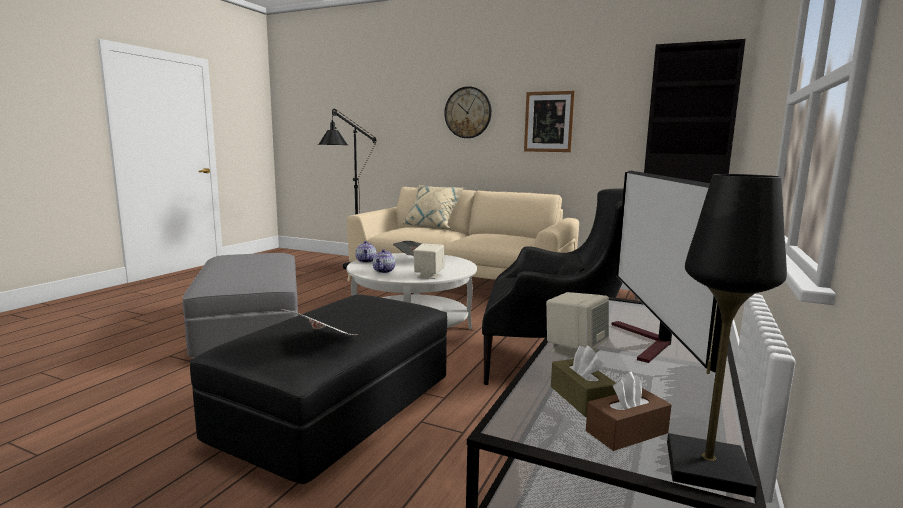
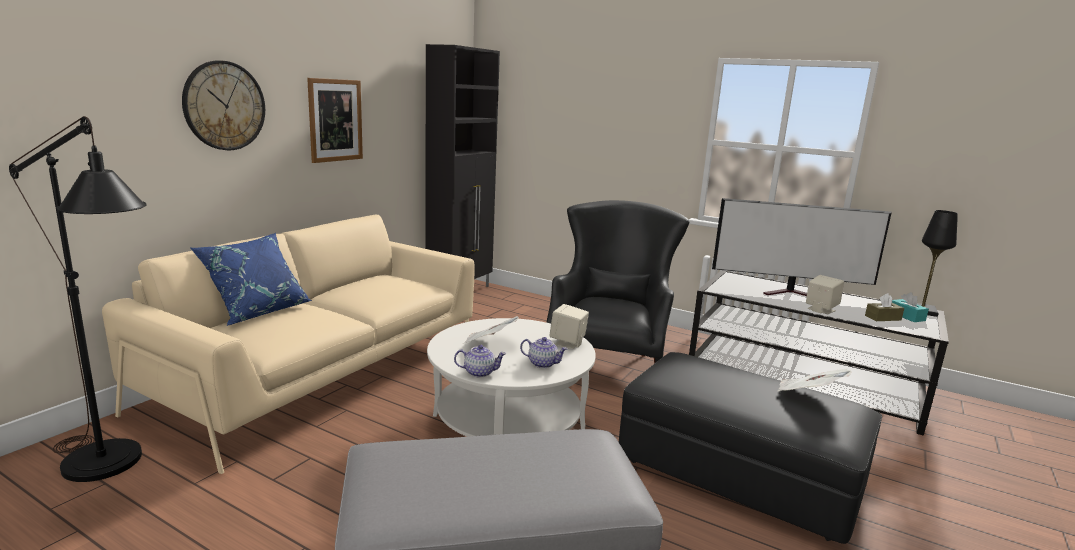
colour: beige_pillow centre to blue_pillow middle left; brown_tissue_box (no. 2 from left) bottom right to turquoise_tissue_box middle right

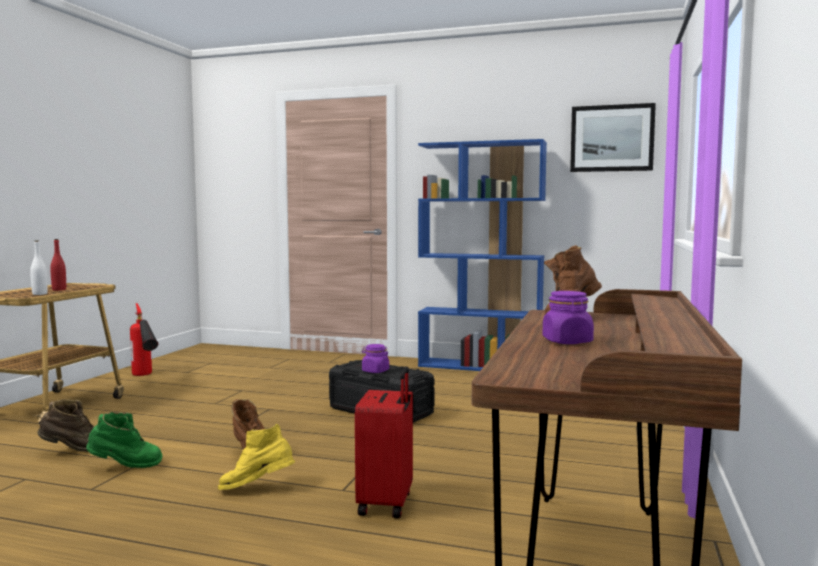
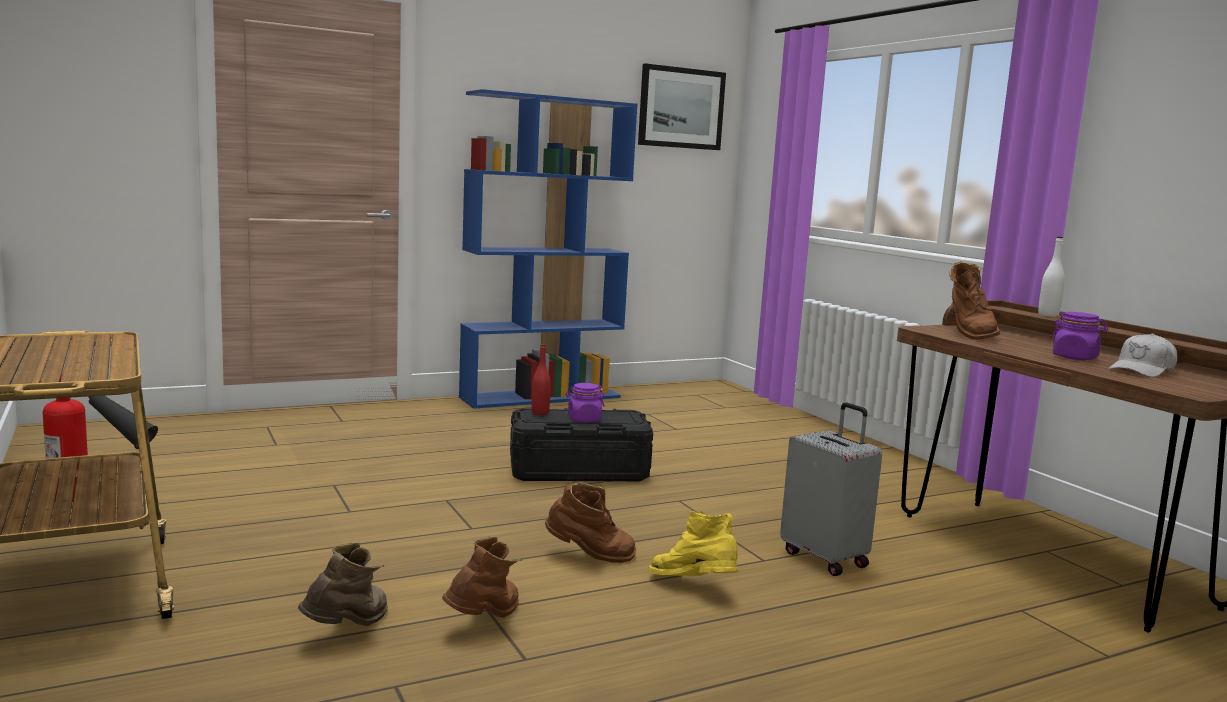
appeared: white_cap middle right
relocated: white_bottle middle left to middle right; red_bottle middle left to centre
colour: green_boot bottom left to brown_boot (no. 2 from left) bottom centre; red_suitcase bottom centre to grey_suitcase bottom right
spun: yellow_boot bottom left = bottom centre 90 degrees clockwise

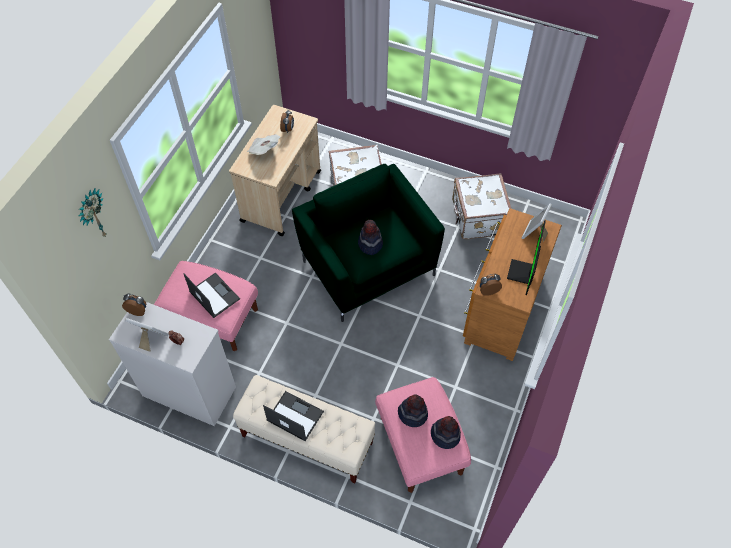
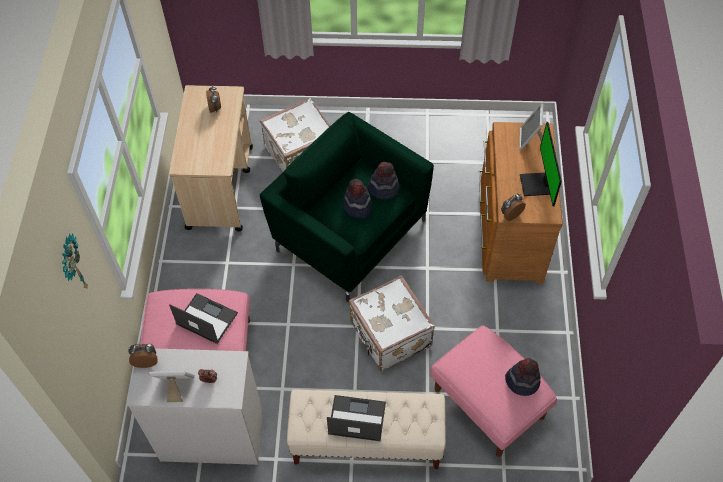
missing: newspaper top centre
relocated: hat (no. 2 from left) bottom centre to centre; white_suitcase (no. 2 from left) centre to bottom centre

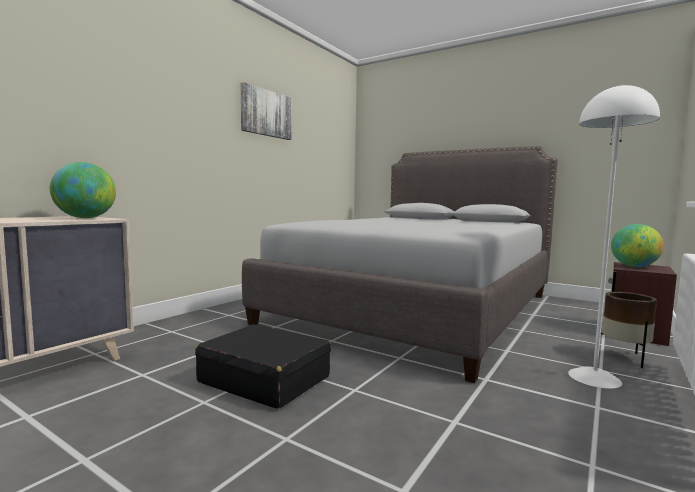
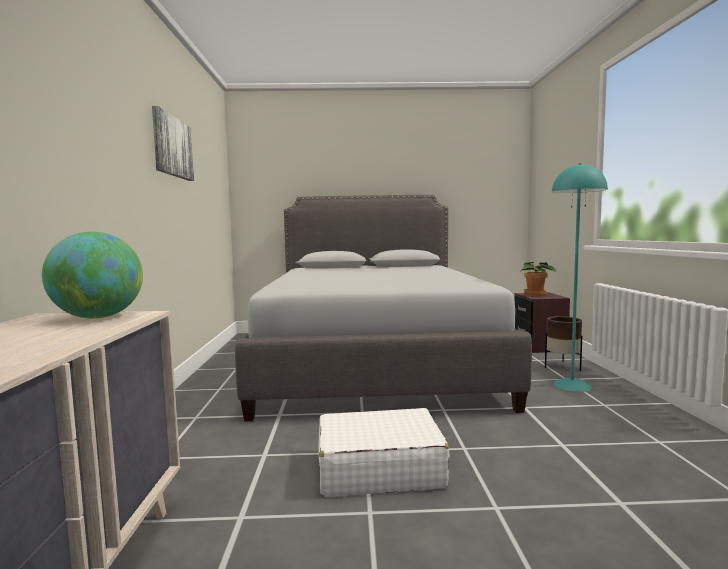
exchanged: globe (no. 2 from left) middle right to potted_plant middle right
colour: black_suitcase bottom centre to white_suitcase bottom centre; white_floor_lamp middle right to turquoise_floor_lamp middle right

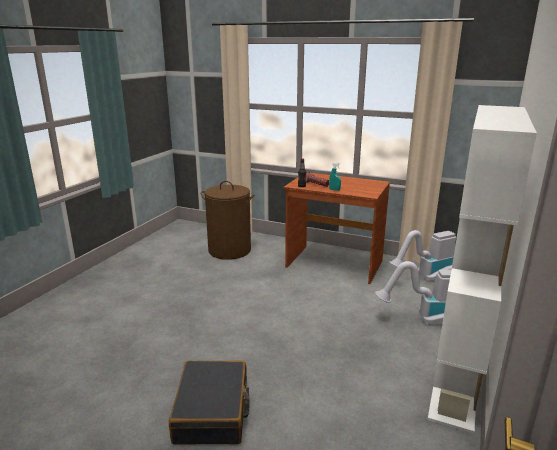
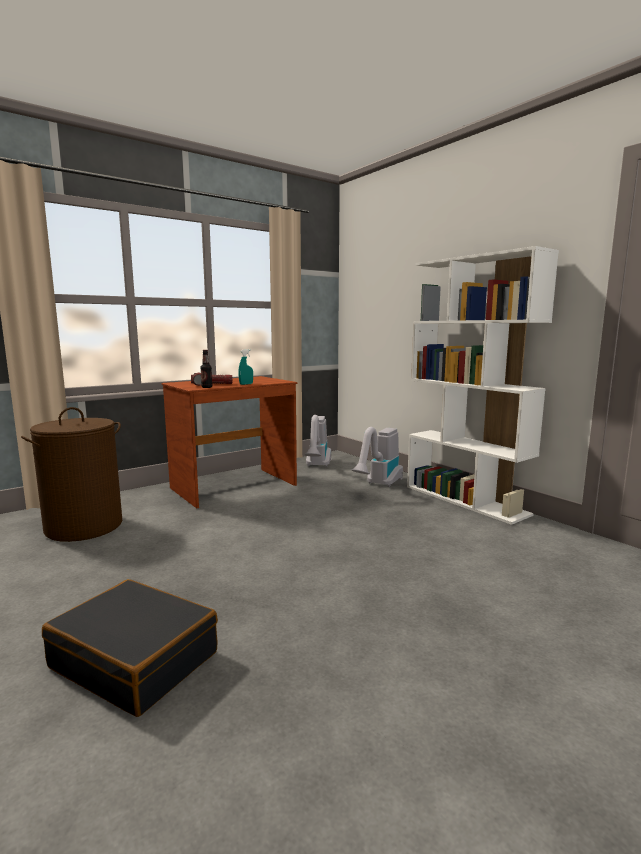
relocated: black_suitcase bottom centre to bottom left

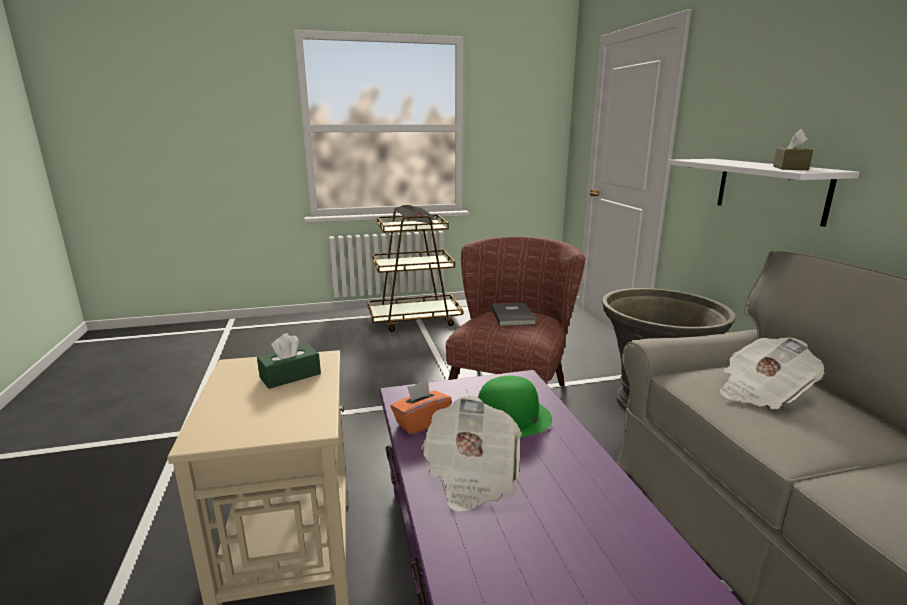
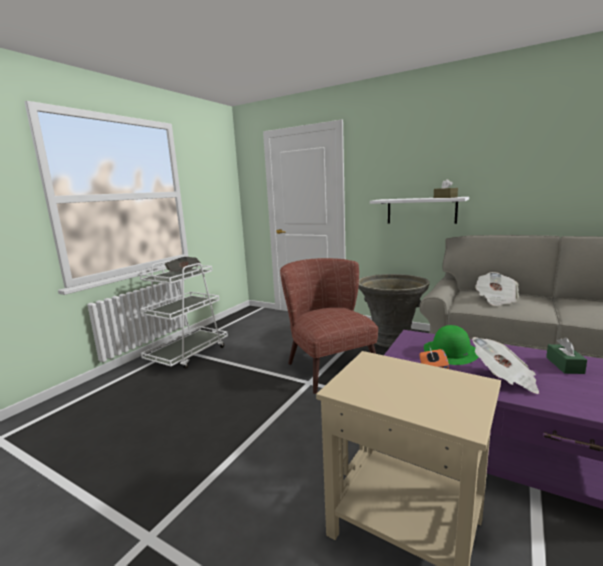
missing: grey_book centre
relocated: green_tissue_box middle left to middle right
colour: brown_cart centre to white_cart middle left

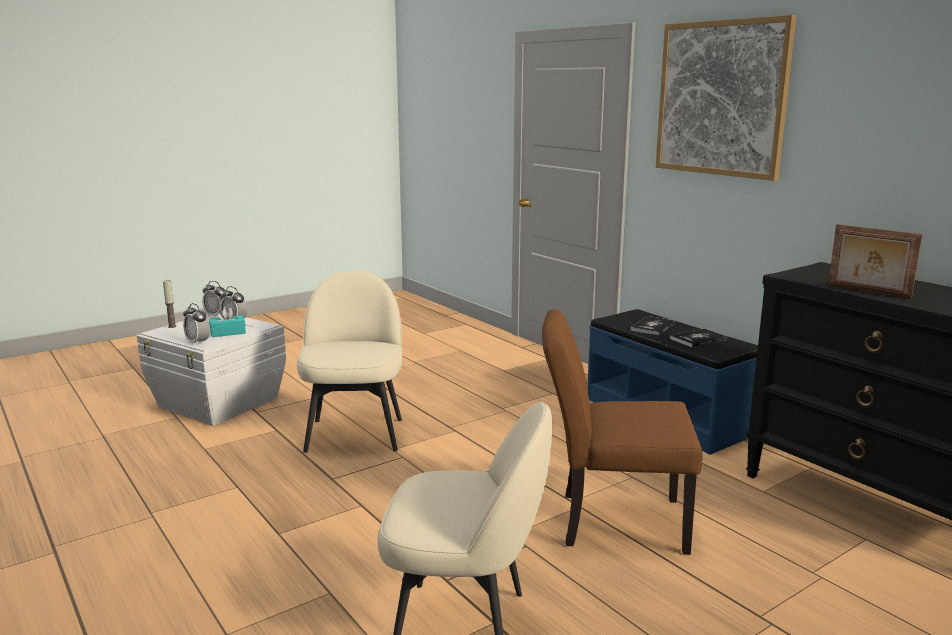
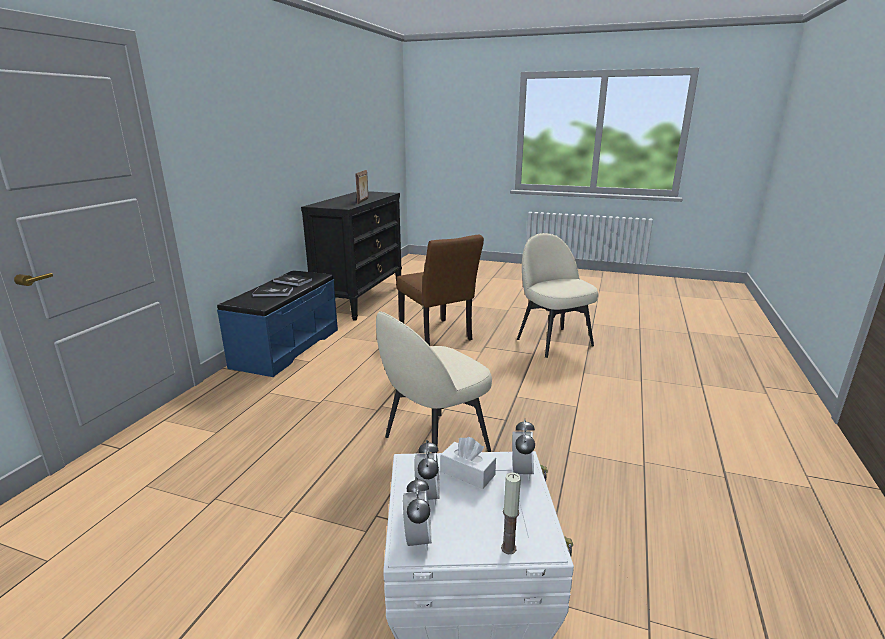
missing: picture top right
colour: turquoise_tissue_box middle left to white_tissue_box bottom centre

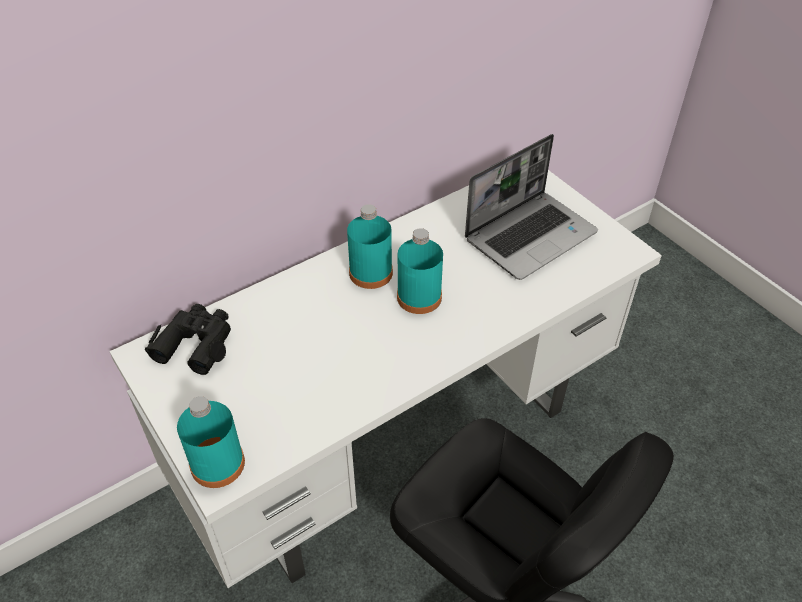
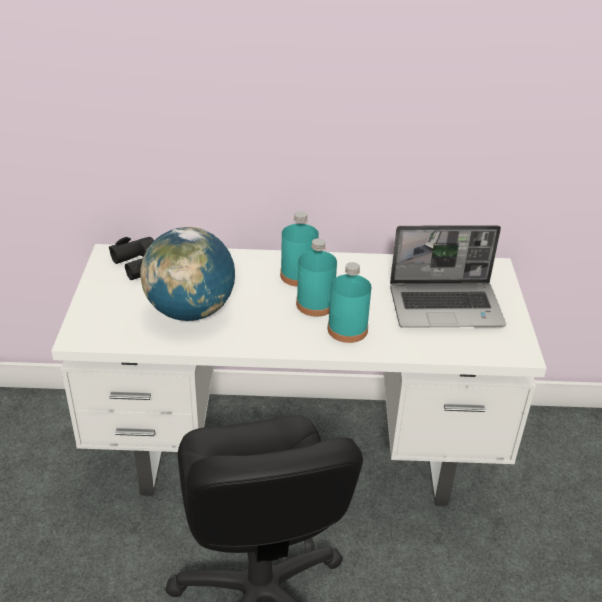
appeared: globe middle left
relocated: turquoise_bottle (no. 1 from left in the first image) bottom left to turquoise_bottle (no. 3 from left) centre

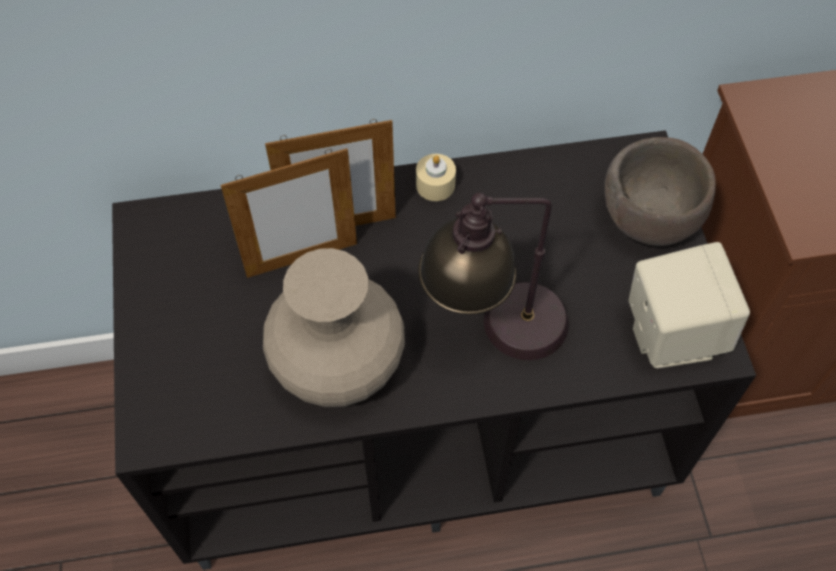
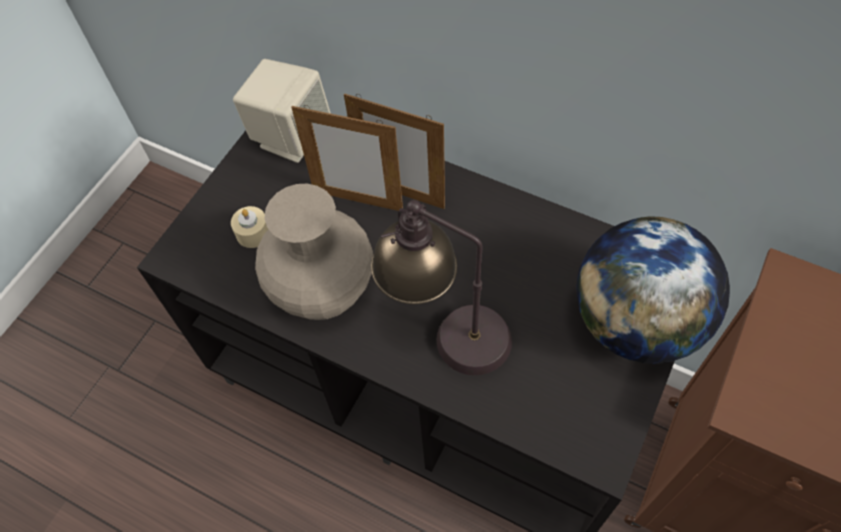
relocated: beige_candle top centre to middle left; beige_speaker middle right to top centre
exchanged: brown_bowl middle right to globe middle right

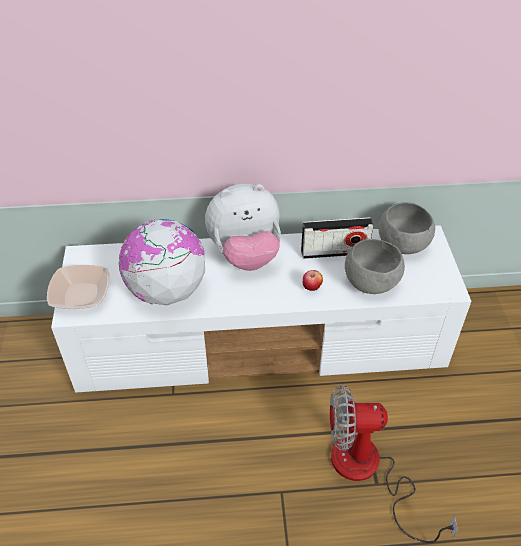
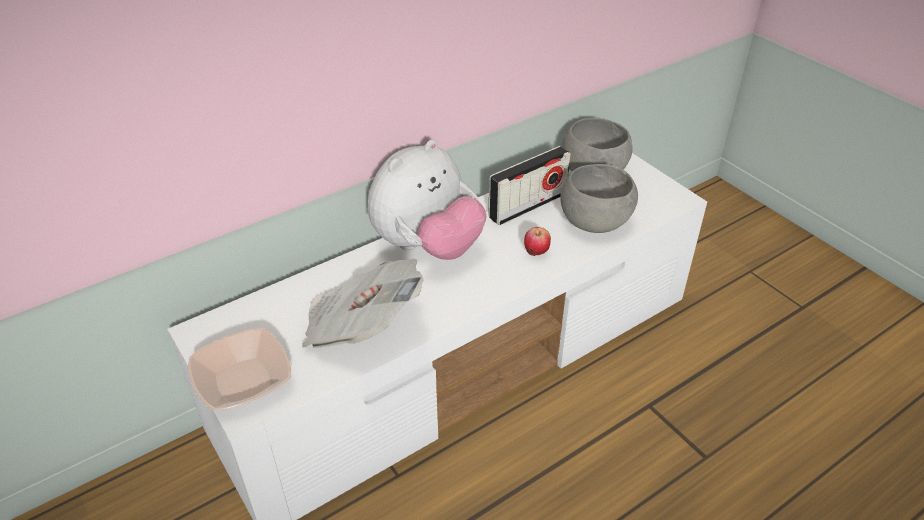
missing: fan bottom right
exchanged: globe middle left to newspaper centre

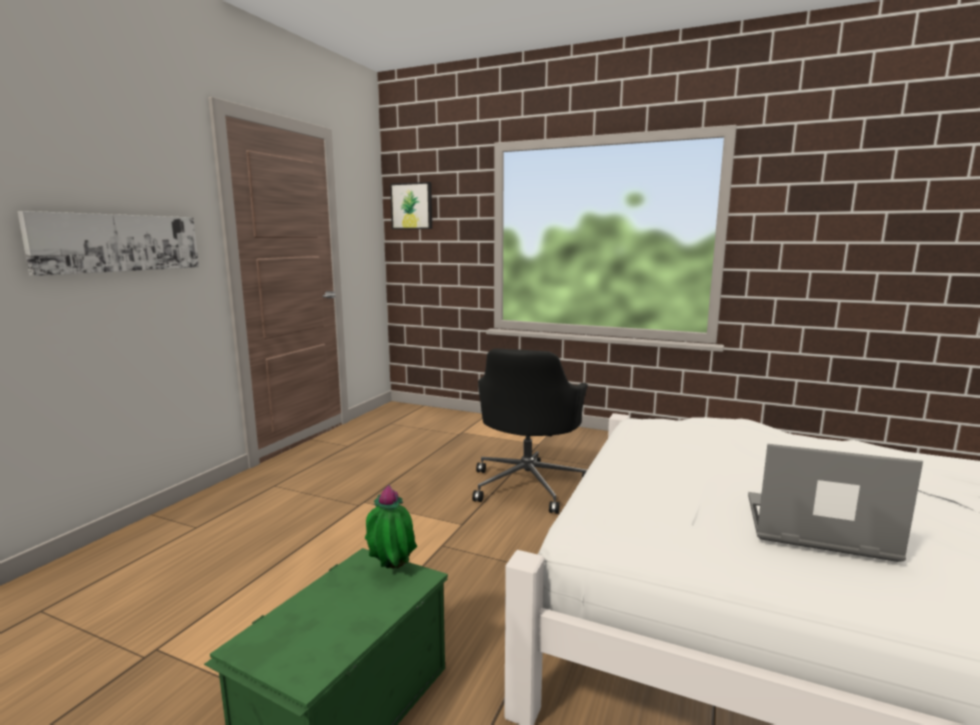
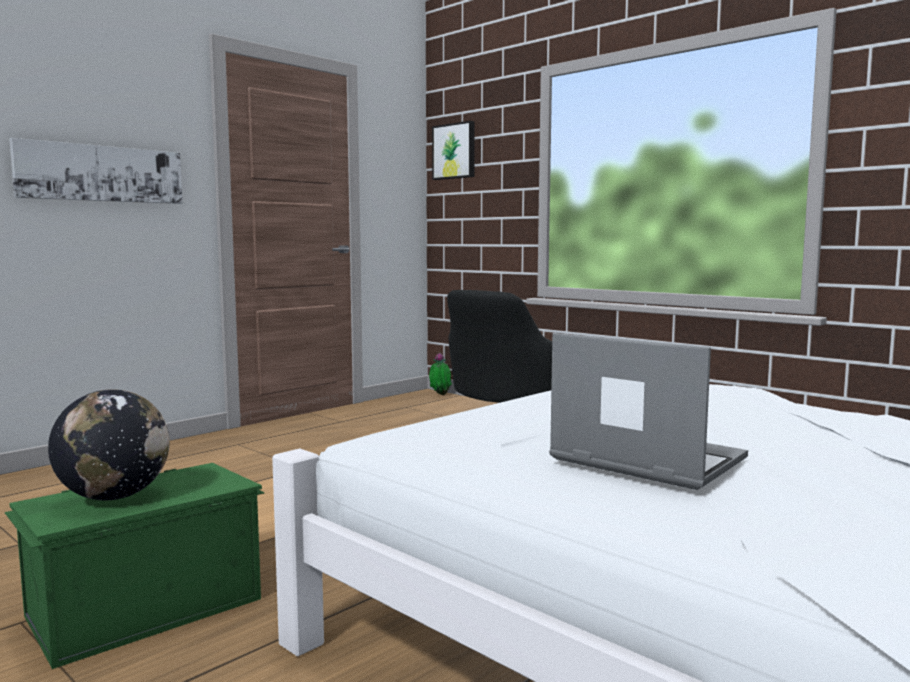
appeared: globe middle left
relocated: potted_plant bottom centre to centre

